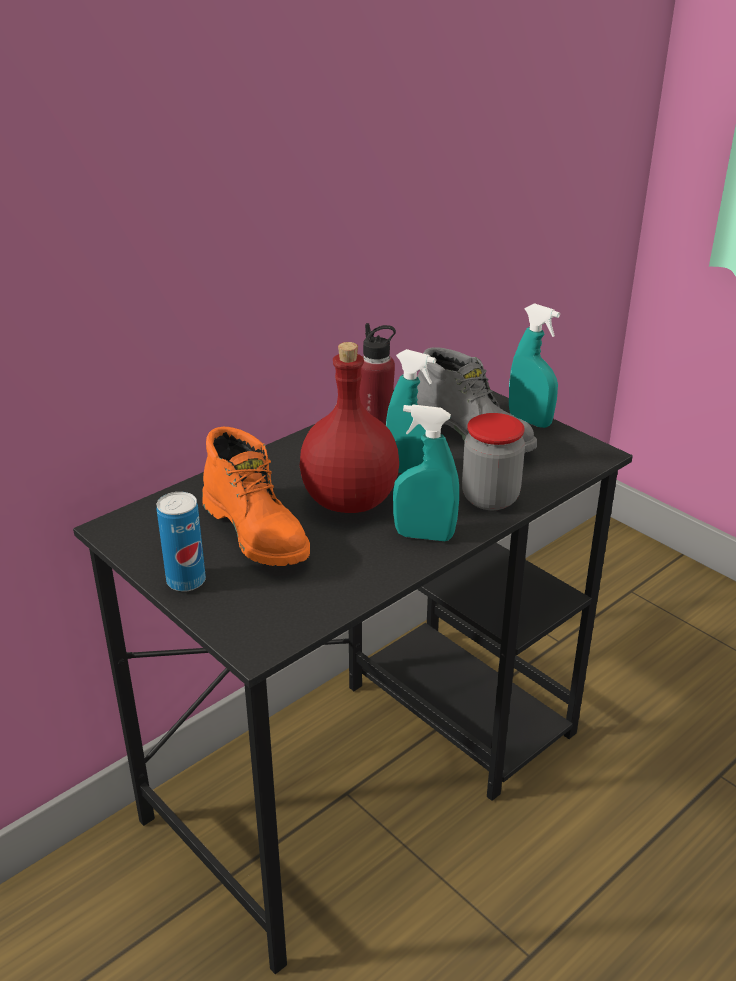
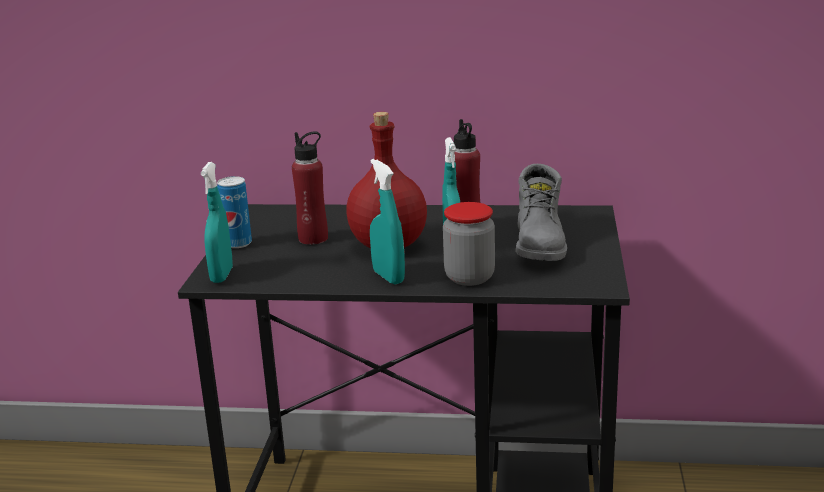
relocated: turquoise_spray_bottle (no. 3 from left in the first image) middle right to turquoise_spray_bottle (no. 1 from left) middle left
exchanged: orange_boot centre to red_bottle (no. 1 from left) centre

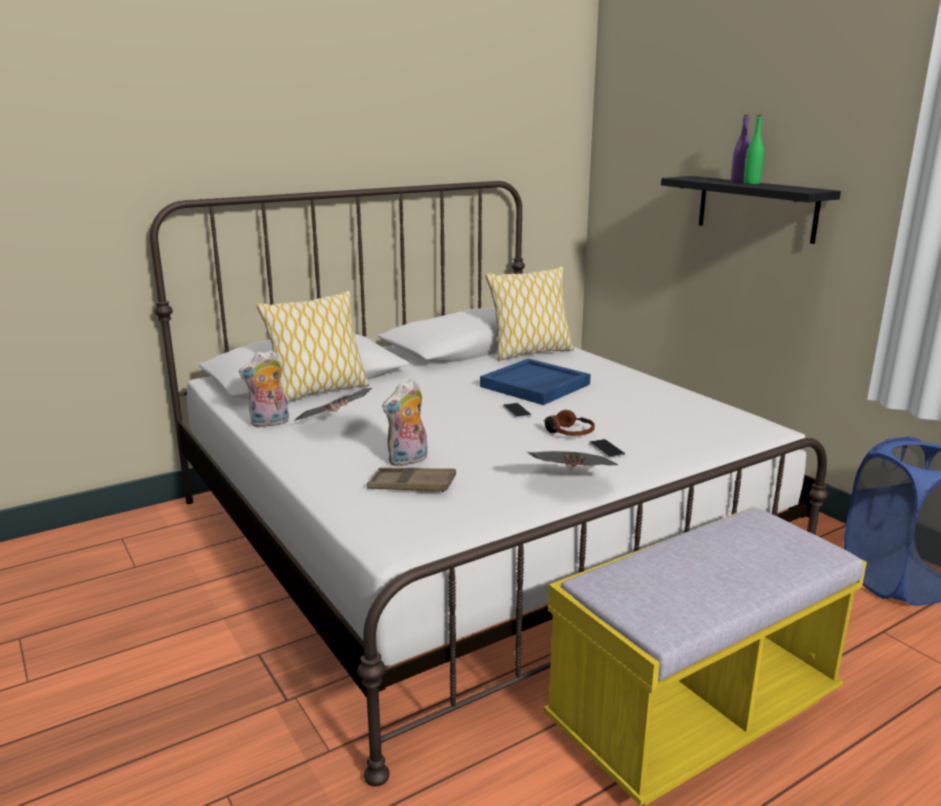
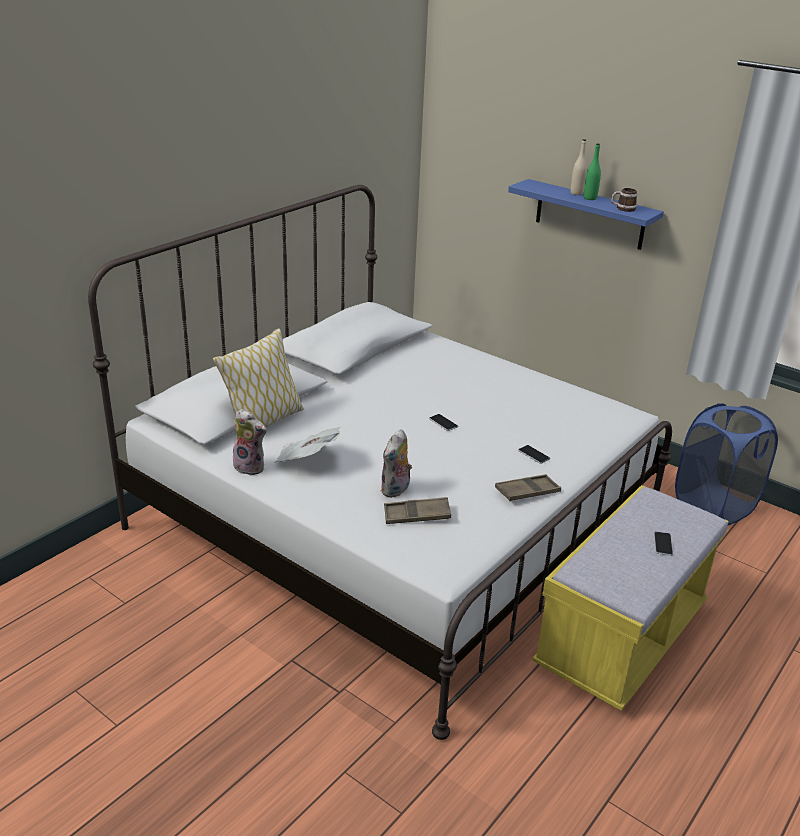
missing: blue_tray centre; pillow (no. 2 from left) centre; headphones centre
appeared: mug top right; phone (no. 3 from left) middle right
exchanged: newspaper (no. 2 from left) centre to brown_tray (no. 2 from left) centre
colour: black_shelf top right to blue_shelf top right; purple_bottle top right to beige_bottle top right
spun: plush_toy (no. 1 from left) middle left = middle left 105 degrees counterclockwise

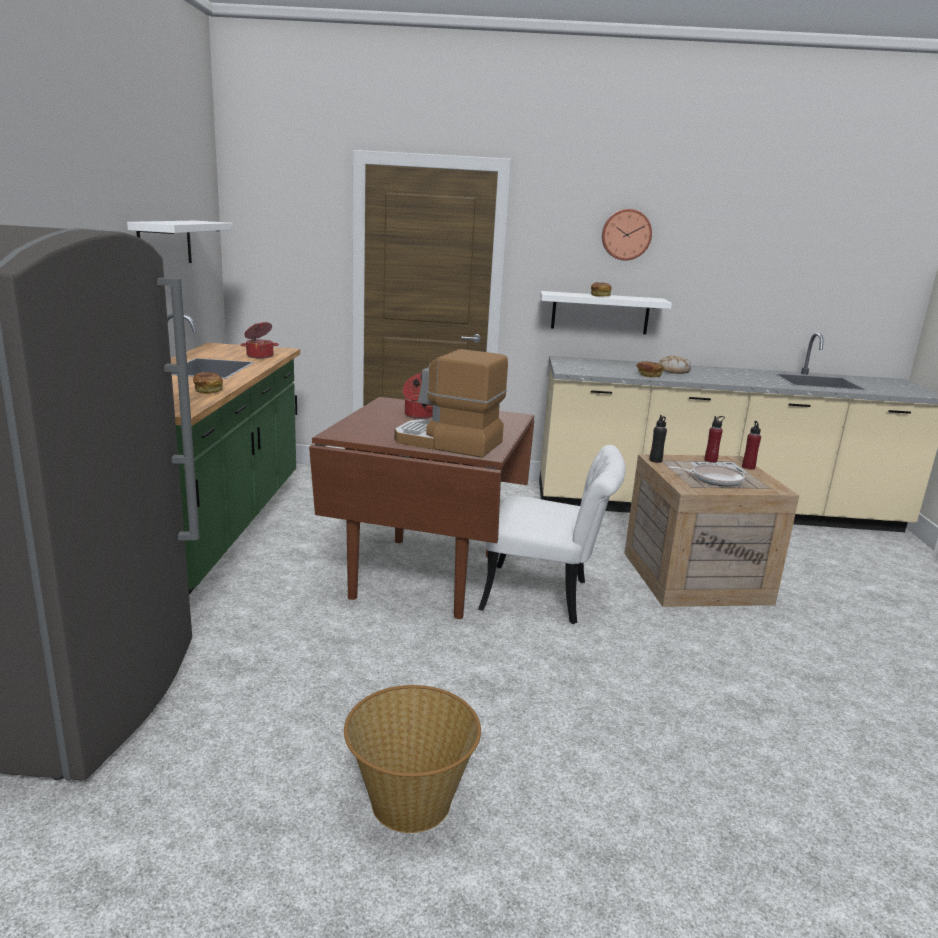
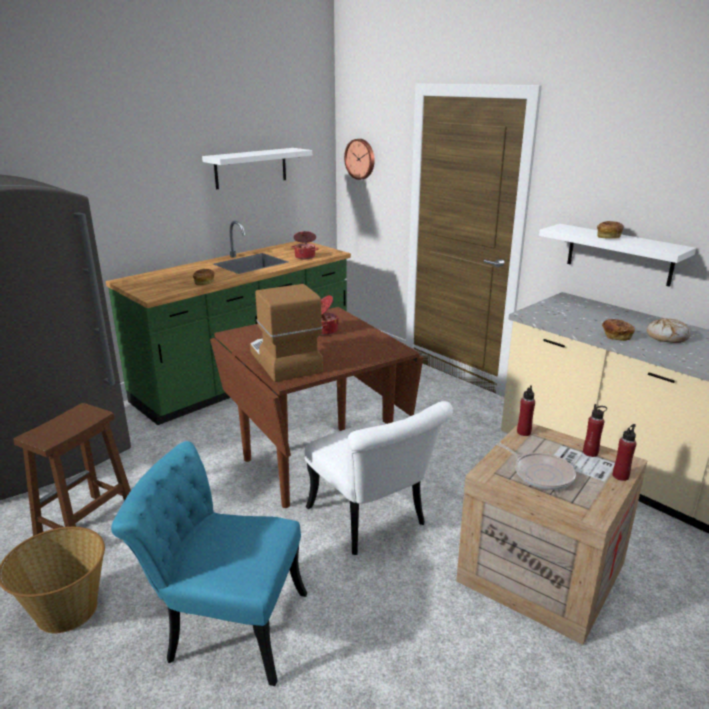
appeared: brown_stool middle left; turquoise_chair bottom left
relocated: wall_clock top right to top centre
colour: black_bottle middle right to red_bottle (no. 1 from left) middle right

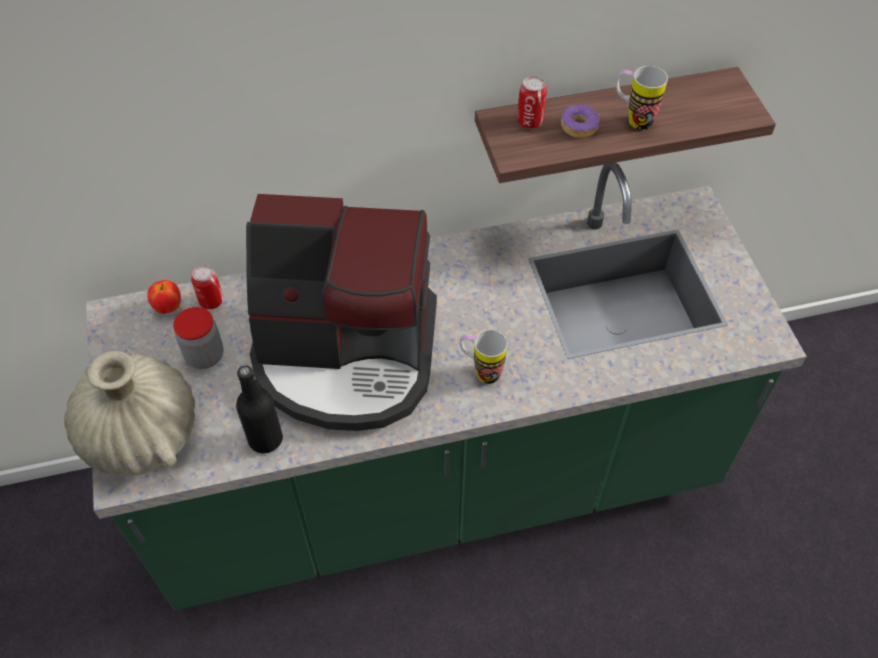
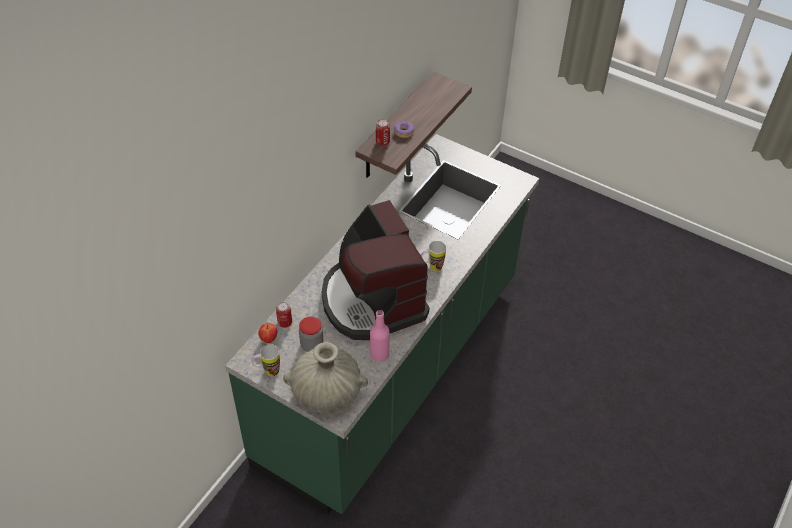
relocated: mug (no. 2 from left in the first image) top right to mug (no. 1 from left) bottom centre
colour: black_bottle middle left to pink_bottle centre
spun: coffee_machine centre = centre 105 degrees clockwise

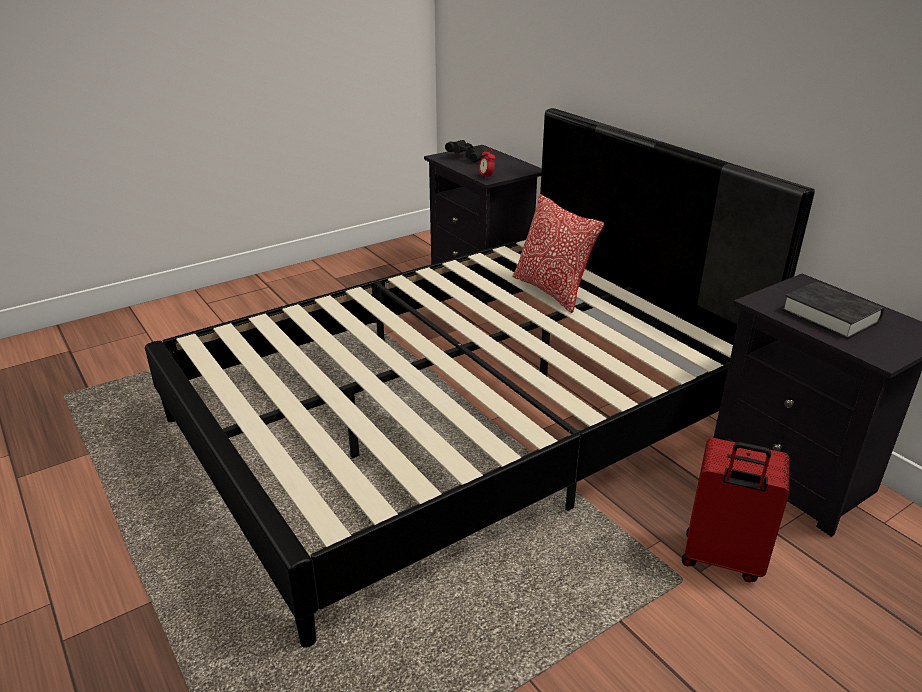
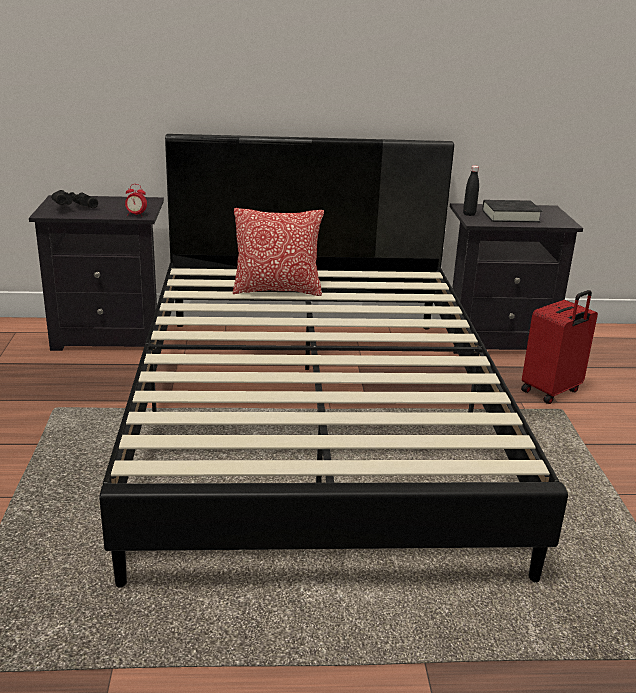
appeared: black_bottle top right

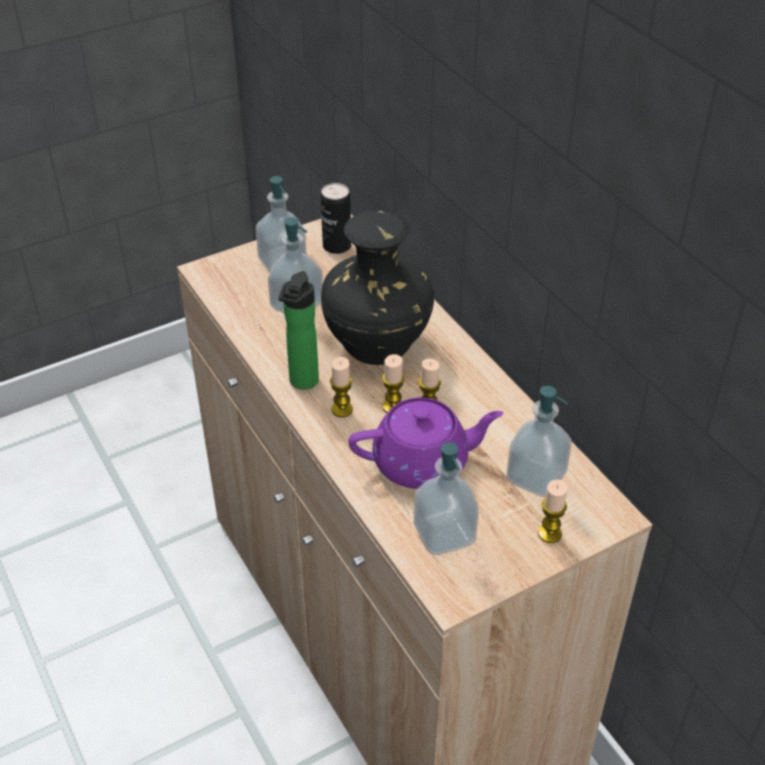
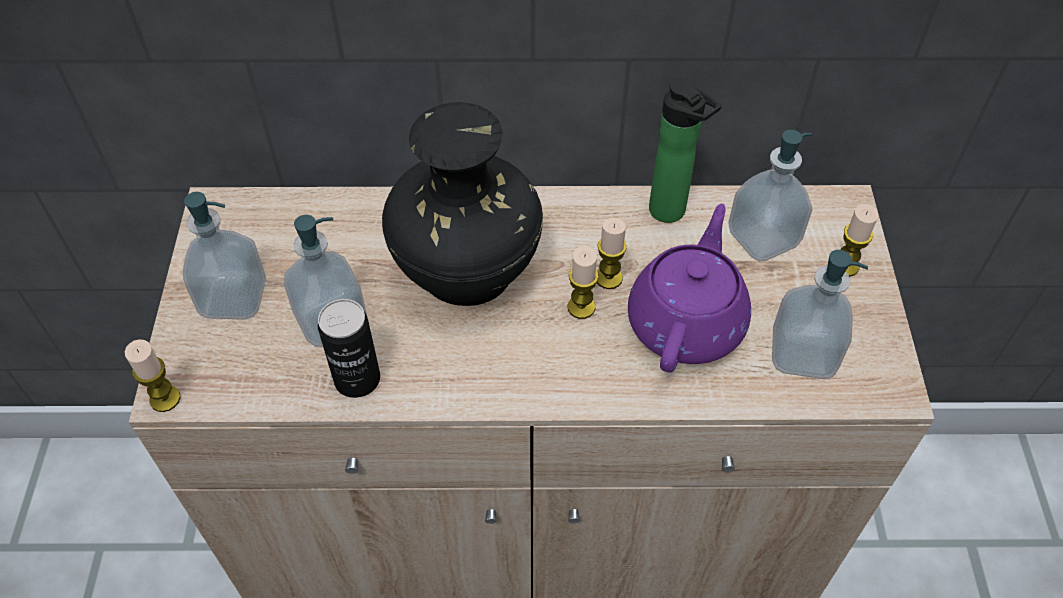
relocated: bottle centre to top centre; can top centre to middle left; candle (no. 1 from left) centre to middle left

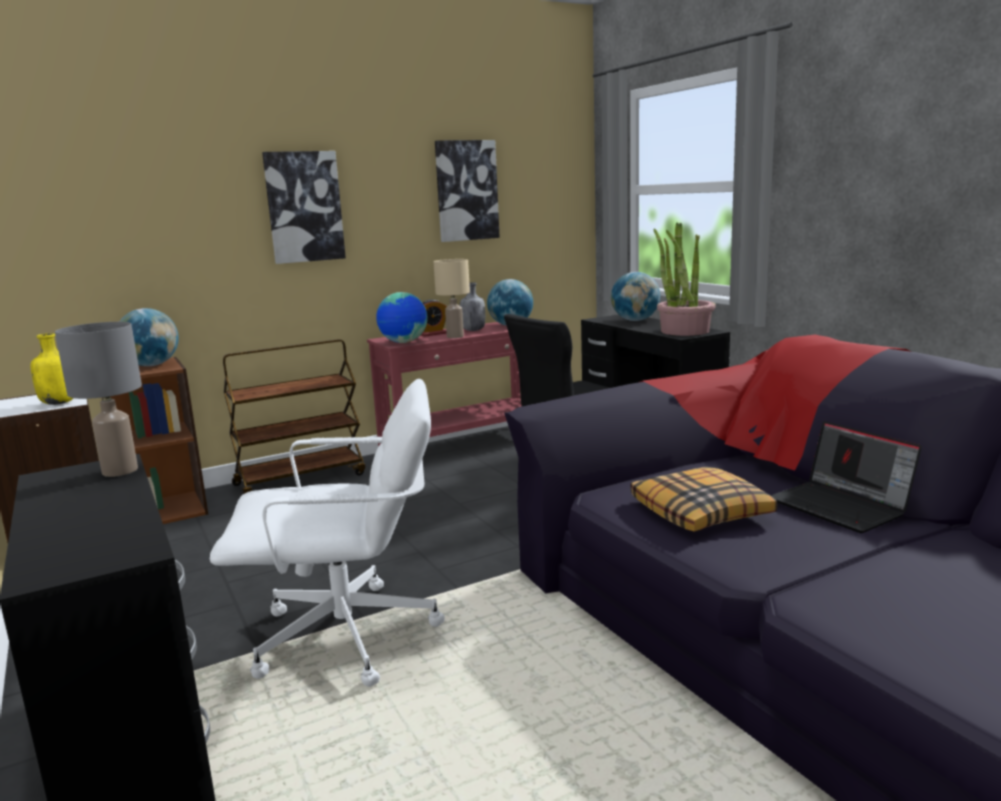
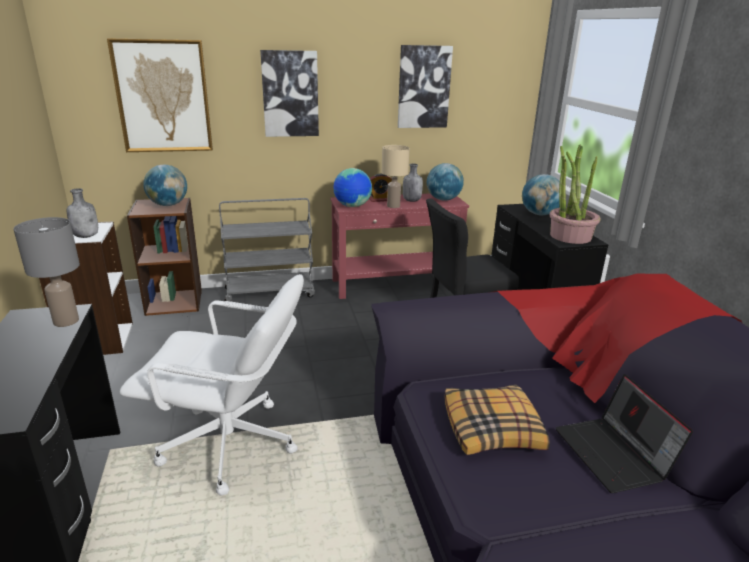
appeared: picture (no. 1 from left) top left
colour: yellow_bottle middle left to grey_bottle (no. 1 from left) middle left; brown_cart middle left to grey_cart centre

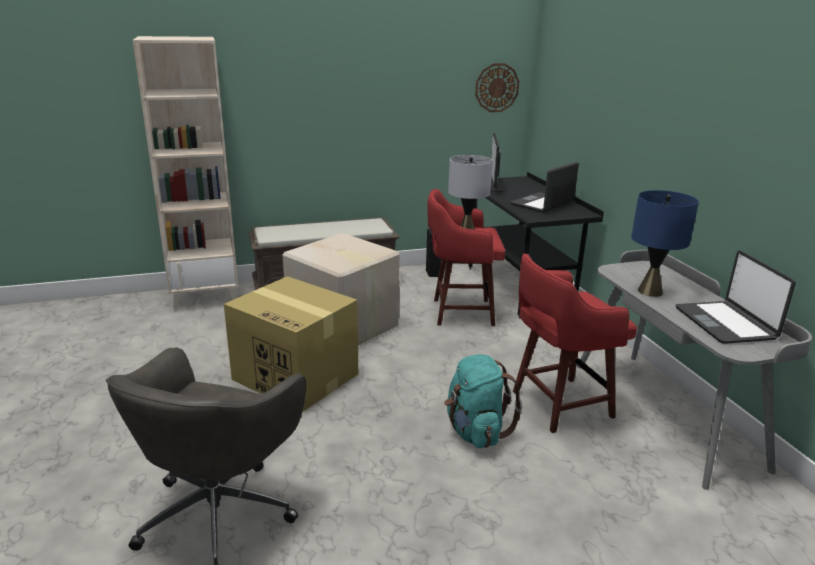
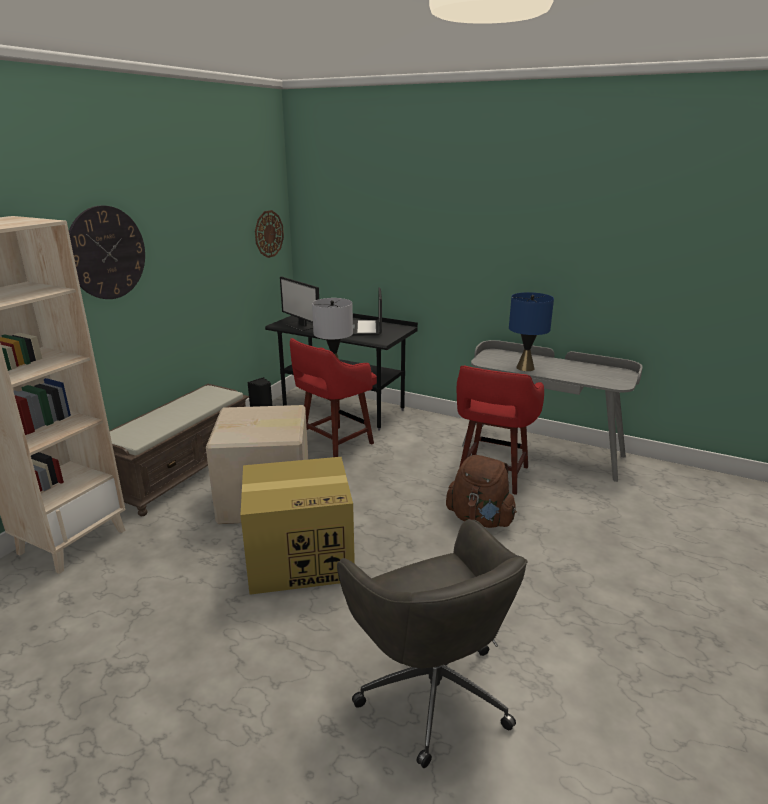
missing: laptop (no. 2 from left) middle right
appeared: wall_clock (no. 1 from left) top left
colour: turquoise_backpack bottom centre to brown_backpack centre

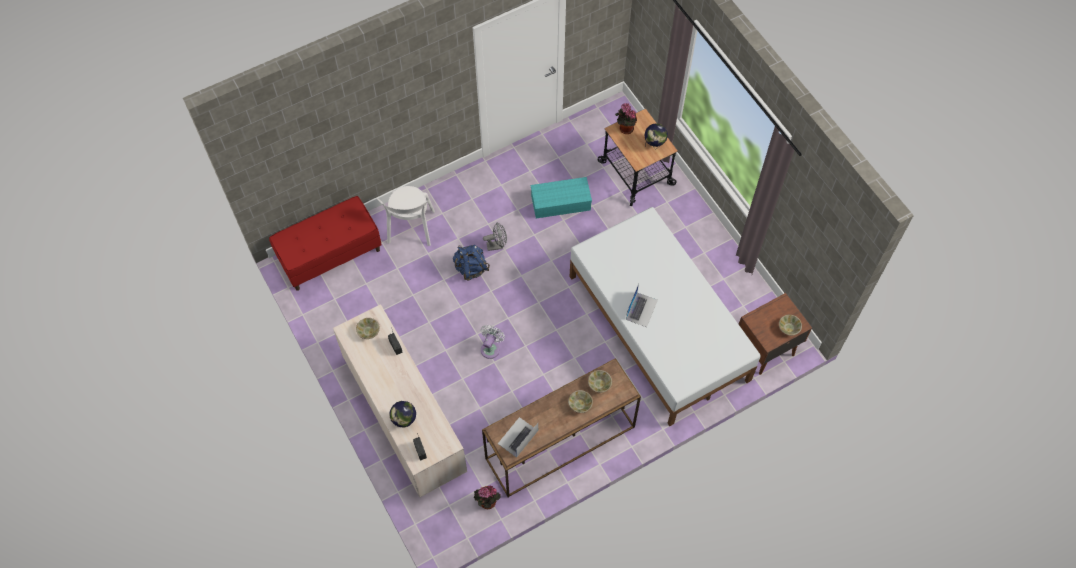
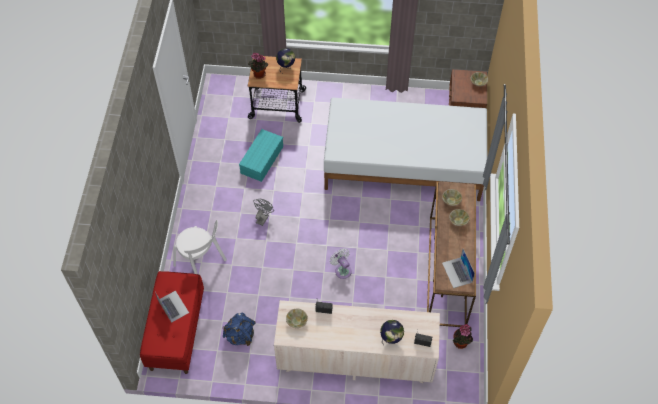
relocated: blue_backpack centre to bottom centre; laptop (no. 2 from left in the first image) centre to laptop (no. 1 from left) bottom left

